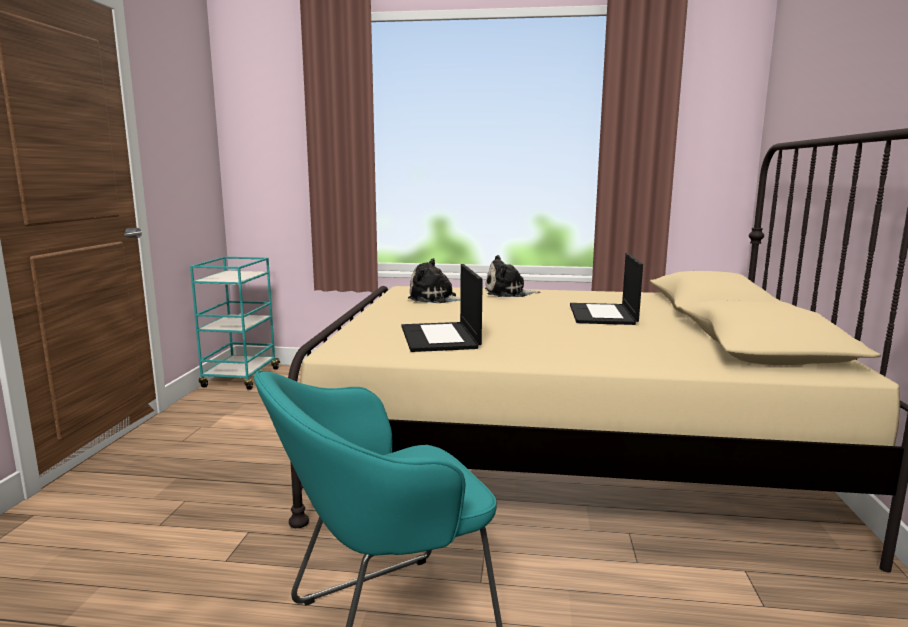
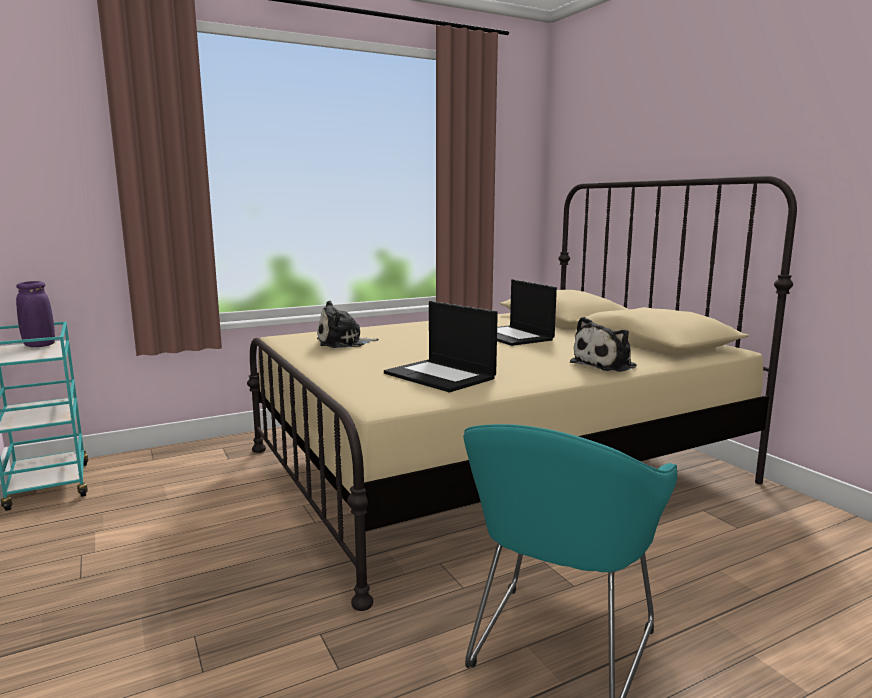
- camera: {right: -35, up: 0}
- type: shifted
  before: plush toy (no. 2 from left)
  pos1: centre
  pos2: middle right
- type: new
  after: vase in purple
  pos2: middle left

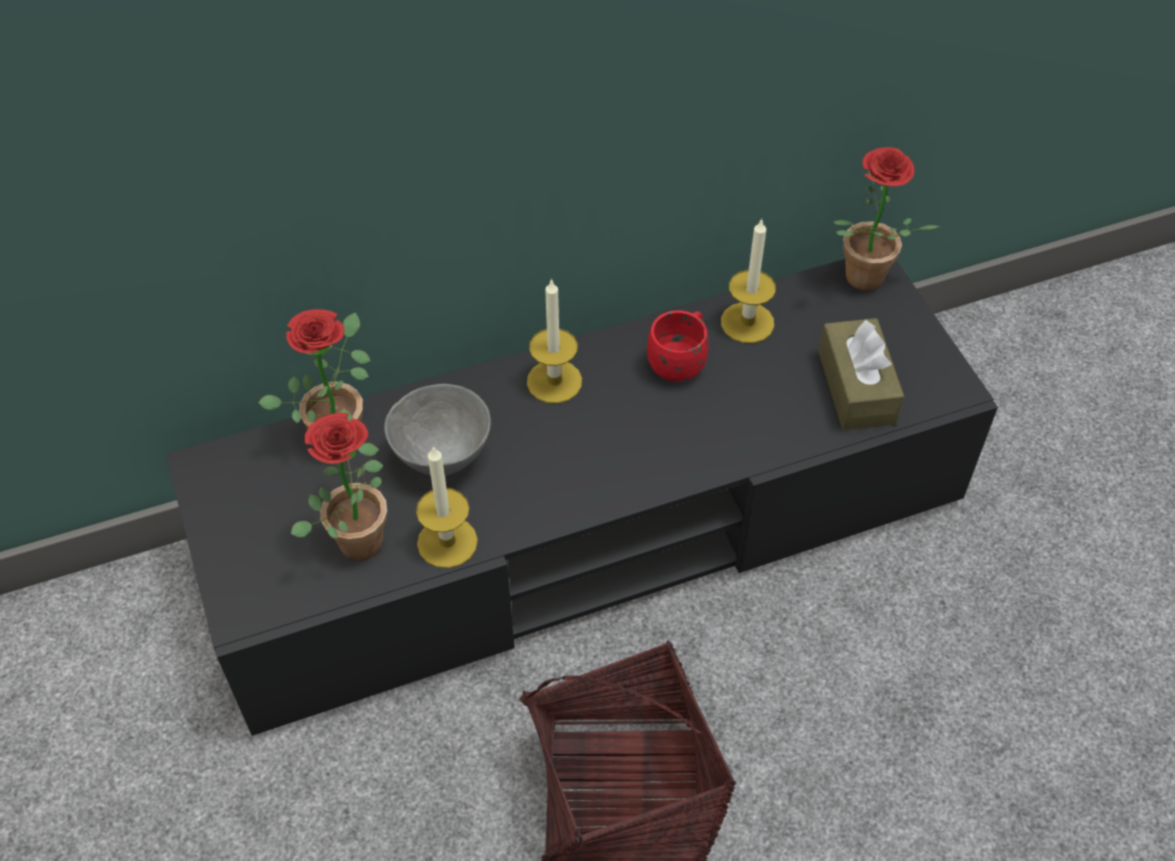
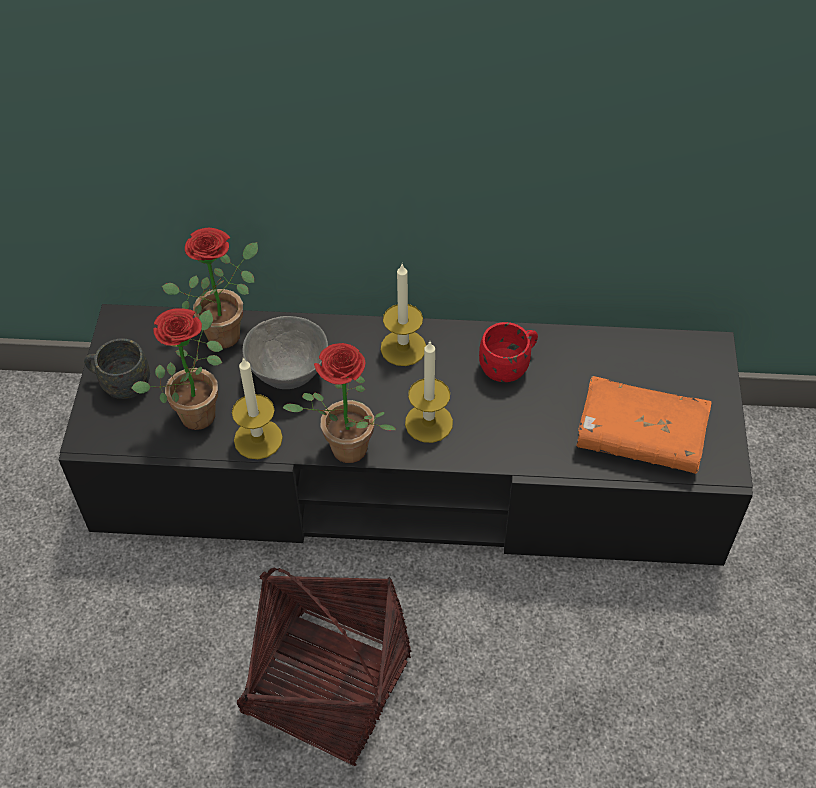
- camera: {right: 25, up: 0}
- type: shifted
  before: candle (no. 3 from left)
  pos1: top centre
  pos2: centre
- type: swapped
  before: tissue box in brown
  after: book in orange
  pos1: middle right
  pos2: middle right
- type: shifted
  before: potted plant (no. 3 from left)
  pos1: top right
  pos2: centre
- type: new
  after: mug in grey
  pos2: middle left

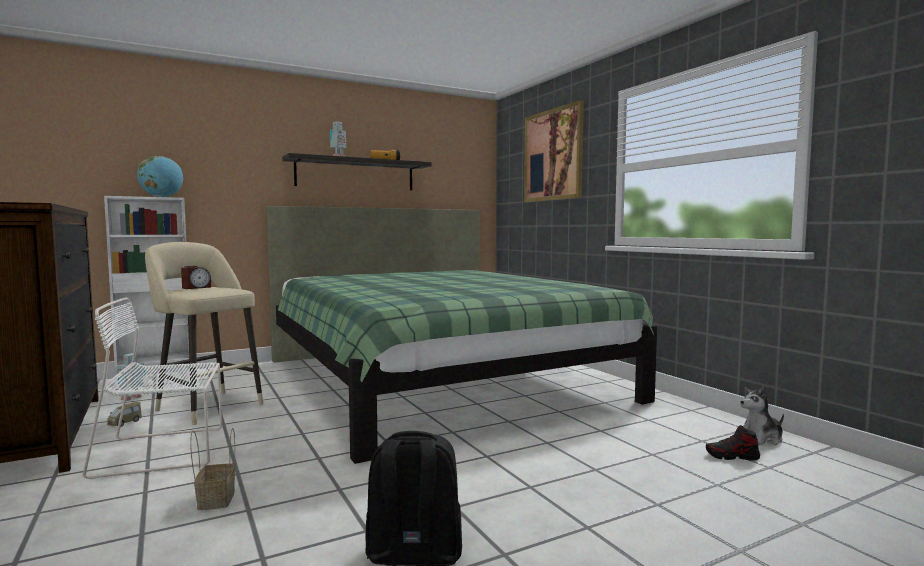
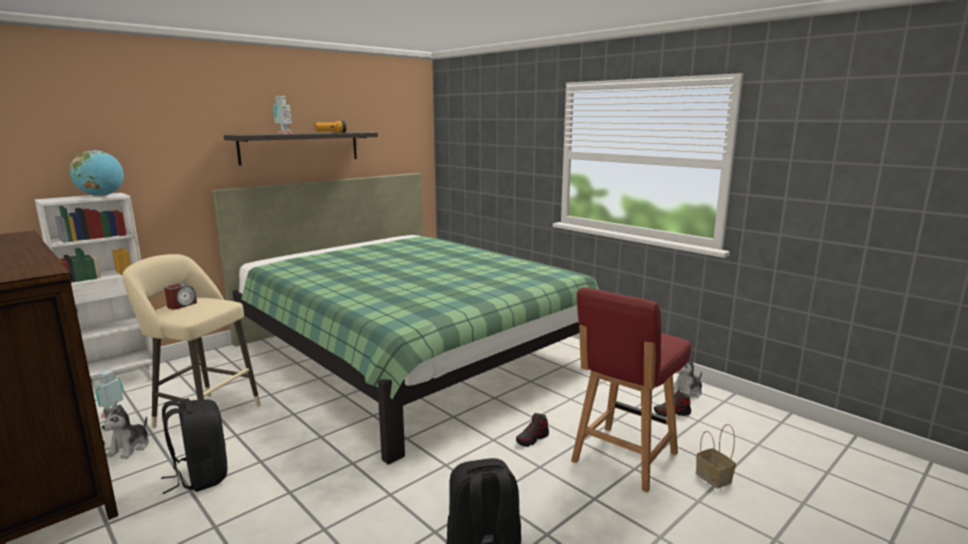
- camera: {right: -15, up: 10}
- type: swapped
  before: chair in white
  after: backpack in black (no. 1 from left)
  pos1: bottom left
  pos2: bottom left
- type: swapped
  before: toy car
  after: plush toy (no. 1 from left)
  pos1: bottom left
  pos2: bottom left
- type: shifted
  before: basket
  pos1: bottom left
  pos2: bottom right
- type: gone
  before: picture
  pos1: top centre
- type: new
  after: shoe (no. 1 from left)
  pos2: bottom centre
- type: new
  after: chair in red
  pos2: bottom centre

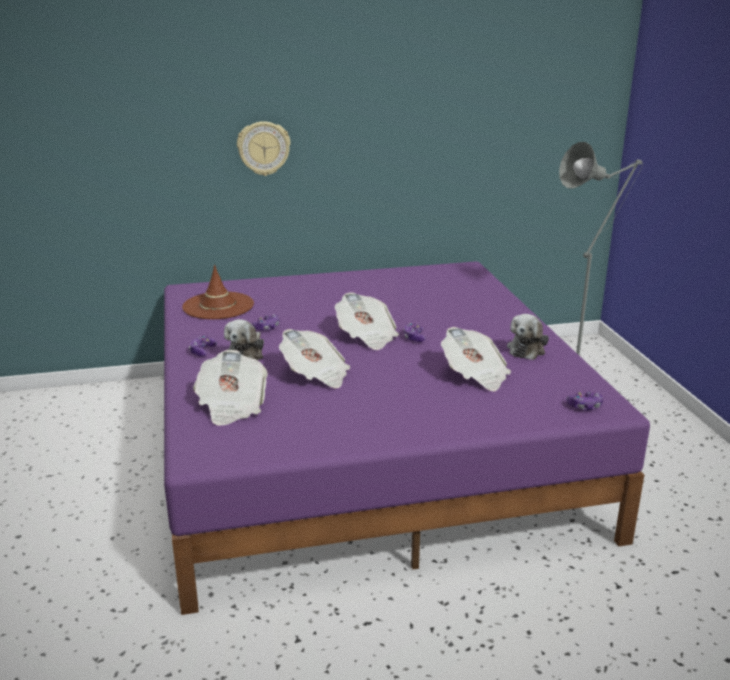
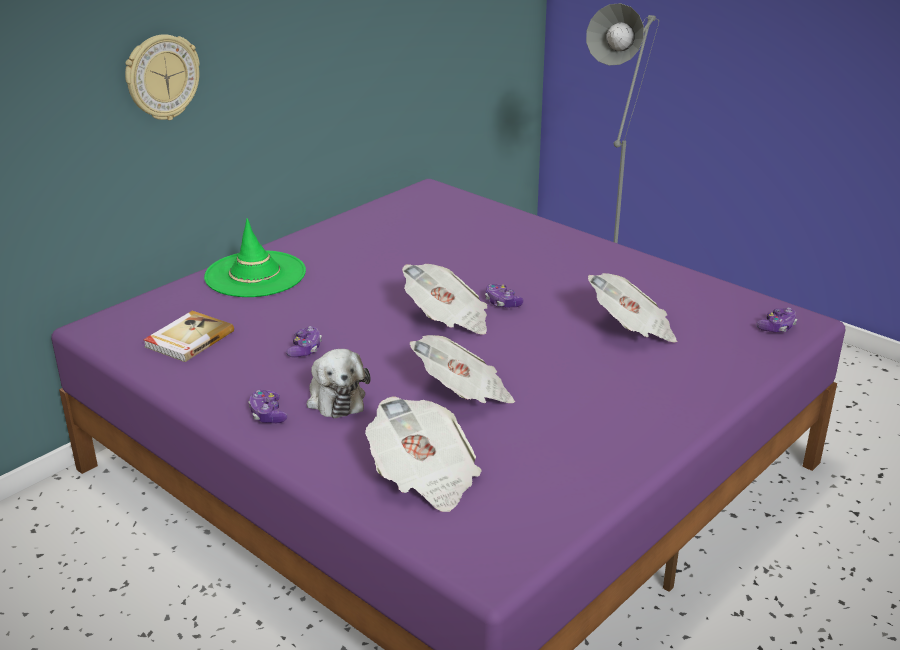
- camera: {right: -35, up: 5}
- type: swapped
  before: hat in brown
  after: book
  pos1: middle left
  pos2: middle left
- type: gone
  before: plush toy (no. 2 from left)
  pos1: middle right
- type: new
  after: hat in green
  pos2: middle left

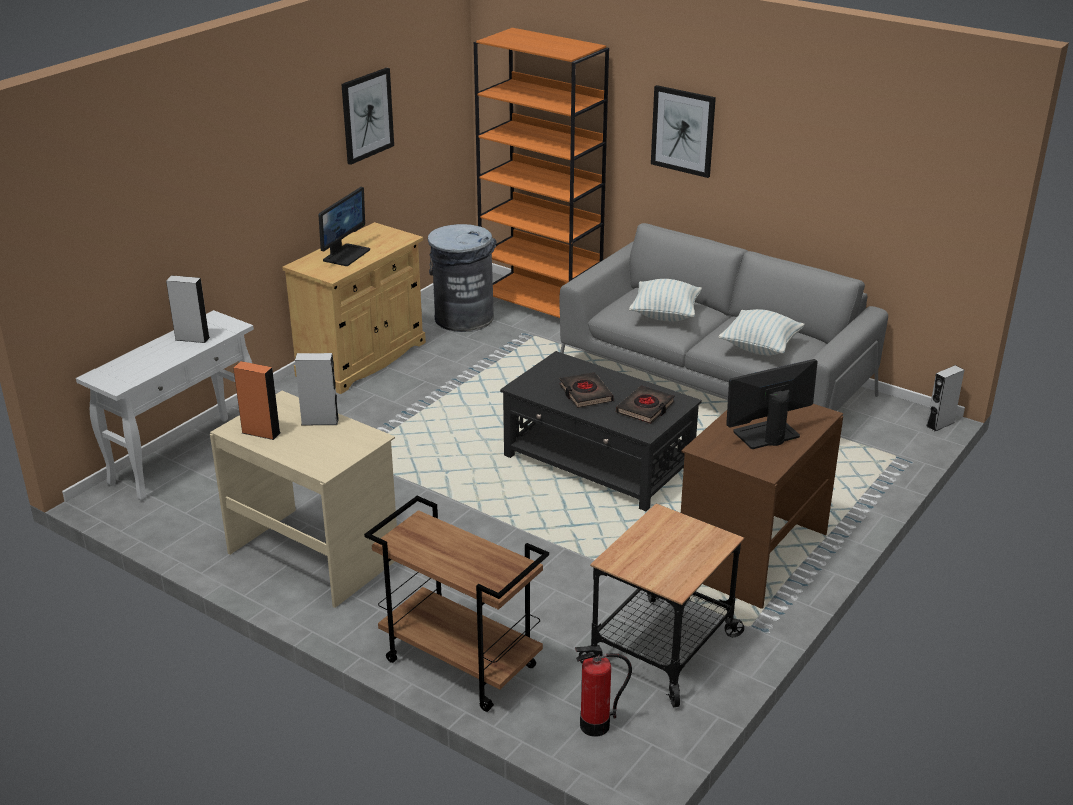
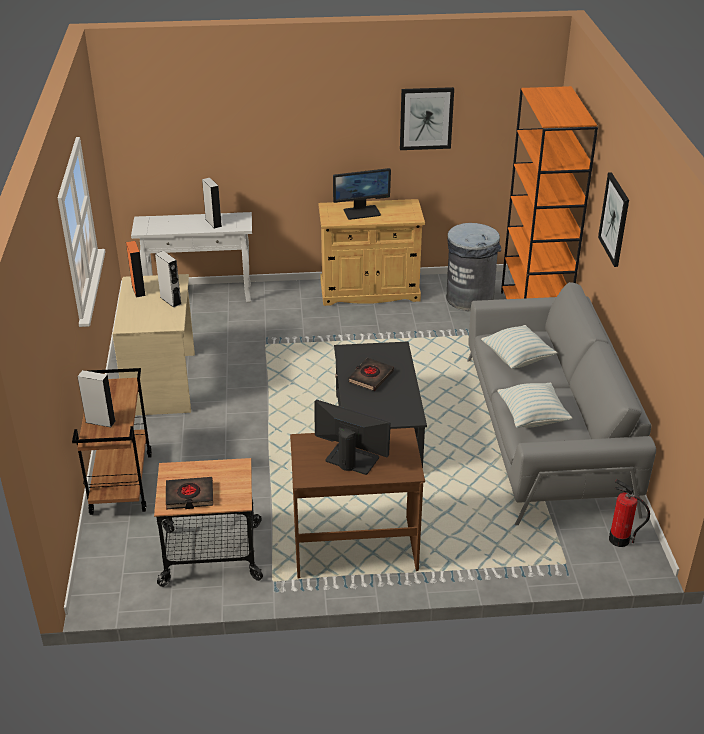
- camera: {right: 50, up: 5}
- type: shifted
  before: fire extinguisher
  pos1: bottom centre
  pos2: bottom right
- type: shifted
  before: book in black (no. 2 from left in the first image)
  after: book in black (no. 1 from left)
  pos1: centre
  pos2: bottom left
- type: shifted
  before: speaker in grey (no. 3 from left in the first image)
  after: speaker in grey (no. 1 from left)
  pos1: middle right
  pos2: middle left

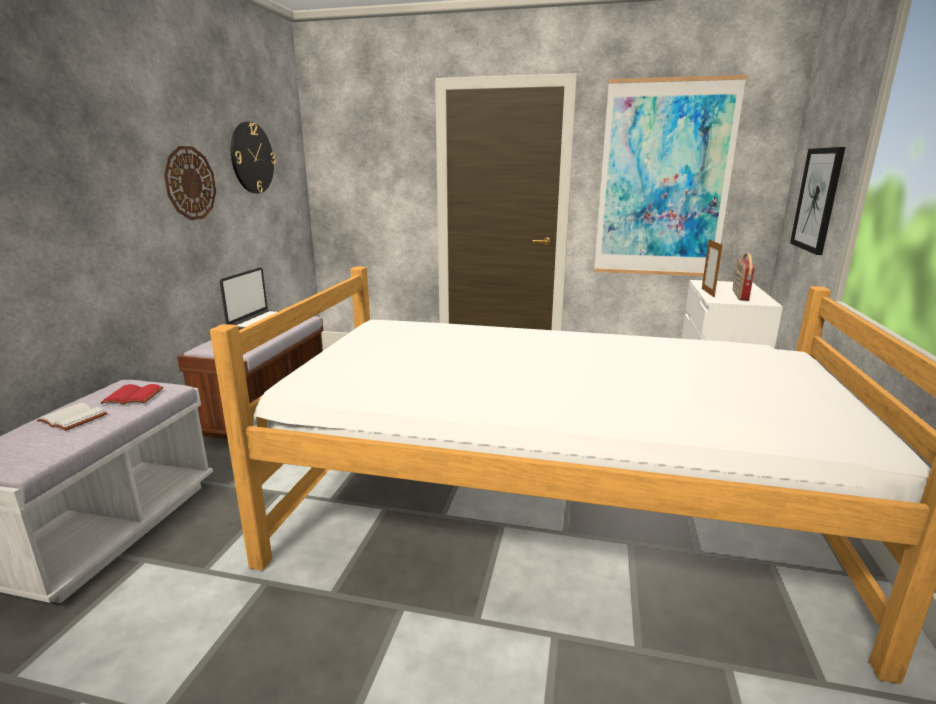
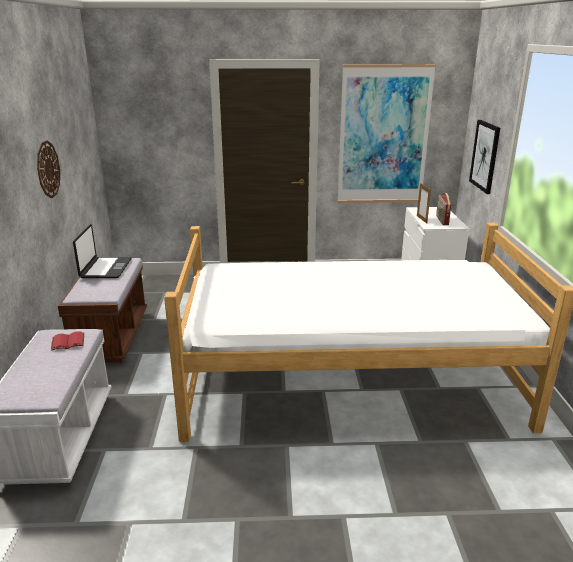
- camera: {right: -15, up: 5}
- type: gone
  before: book in white
  pos1: middle left
- type: gone
  before: wall clock (no. 2 from left)
  pos1: top left

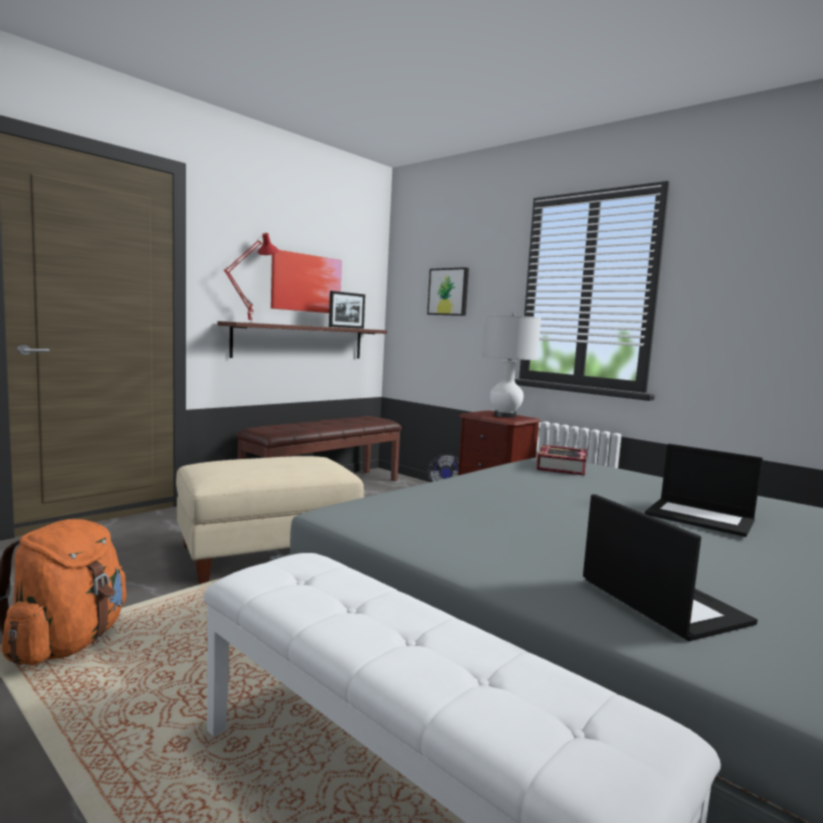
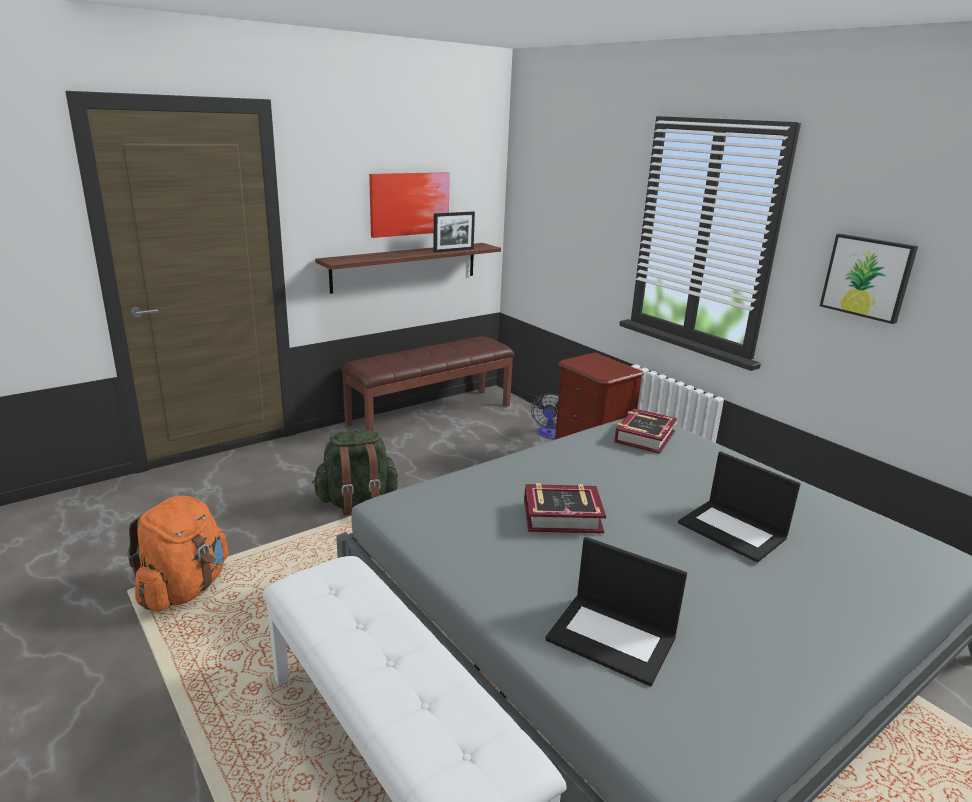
- camera: {right: 10, up: 15}
- type: swapped
  before: ottoman in beige
  after: backpack in green
  pos1: middle left
  pos2: centre
- type: gone
  before: table lamp in red
  pos1: middle left
- type: shifted
  before: picture (no. 2 from left)
  pos1: centre
  pos2: middle right
- type: gone
  before: table lamp in white
  pos1: centre
- type: rotated
  before: laptop (no. 1 from left)
  pos1: bottom right
  pos2: bottom centre
  turn: 135
- type: new
  after: book (no. 1 from left)
  pos2: centre

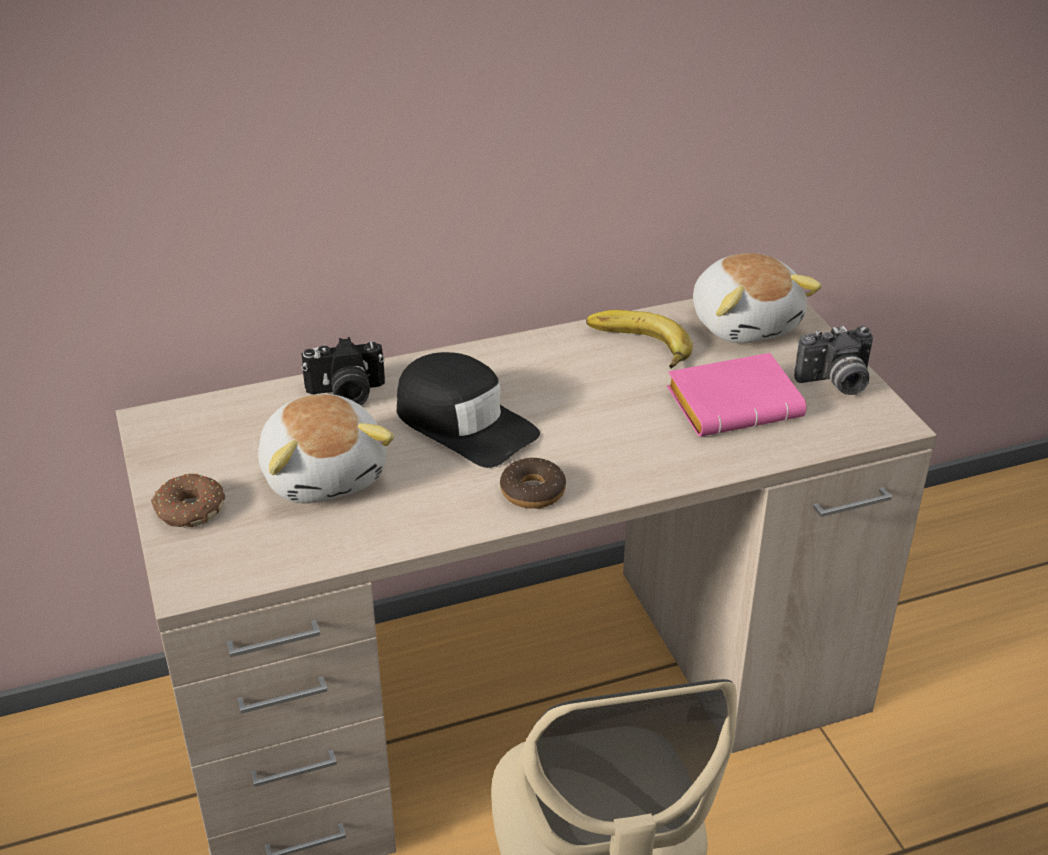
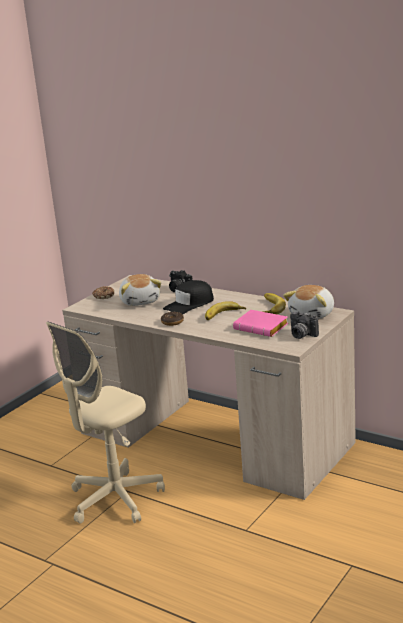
- camera: {right: 55, up: -15}
- type: rotated
  before: plush toy (no. 1 from left)
  pos1: middle left
  pos2: centre
  turn: -45
- type: rotated
  before: cap in black
  pos1: centre
  pos2: centre
  turn: 45
- type: new
  after: banana (no. 1 from left)
  pos2: centre

